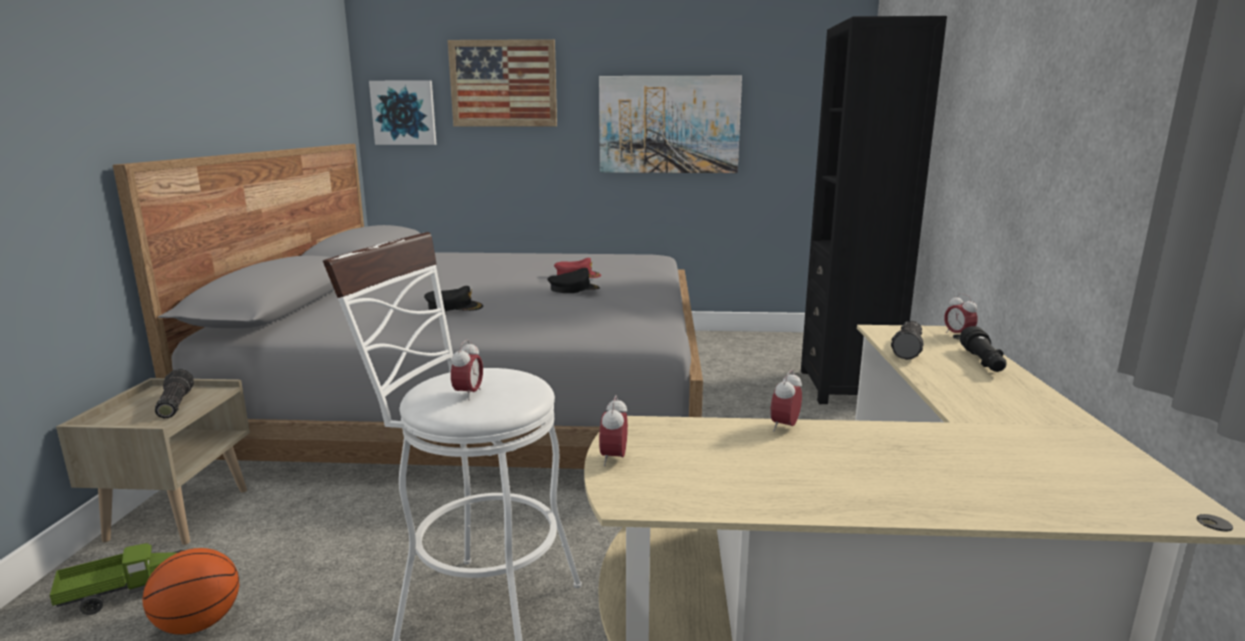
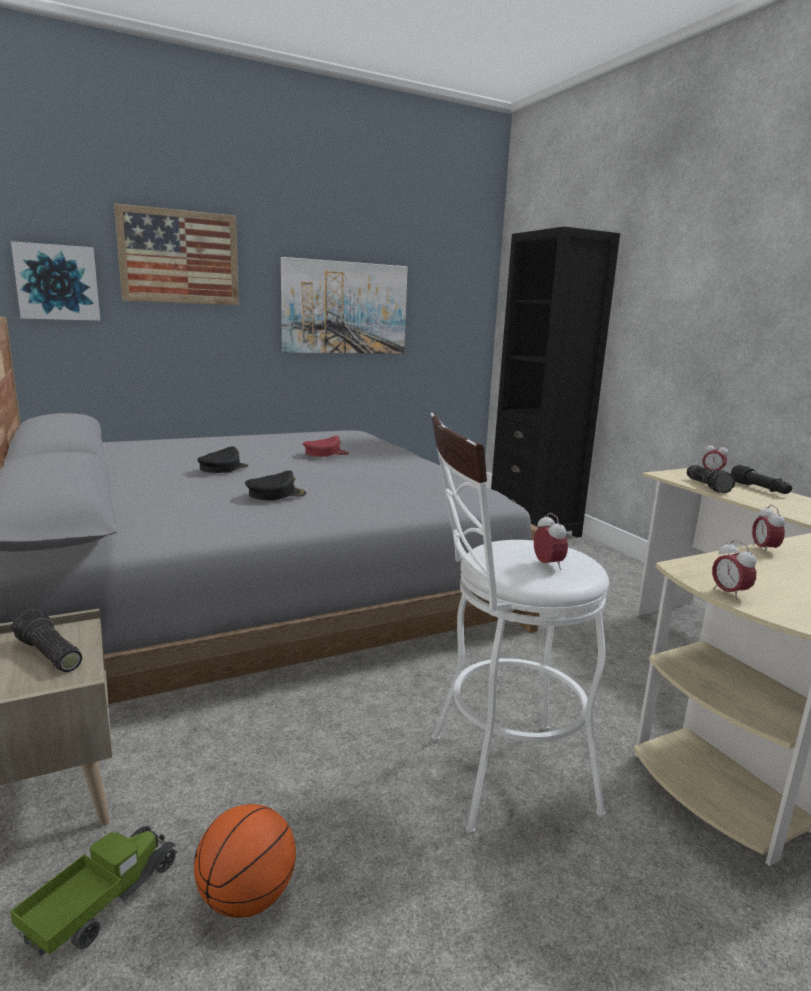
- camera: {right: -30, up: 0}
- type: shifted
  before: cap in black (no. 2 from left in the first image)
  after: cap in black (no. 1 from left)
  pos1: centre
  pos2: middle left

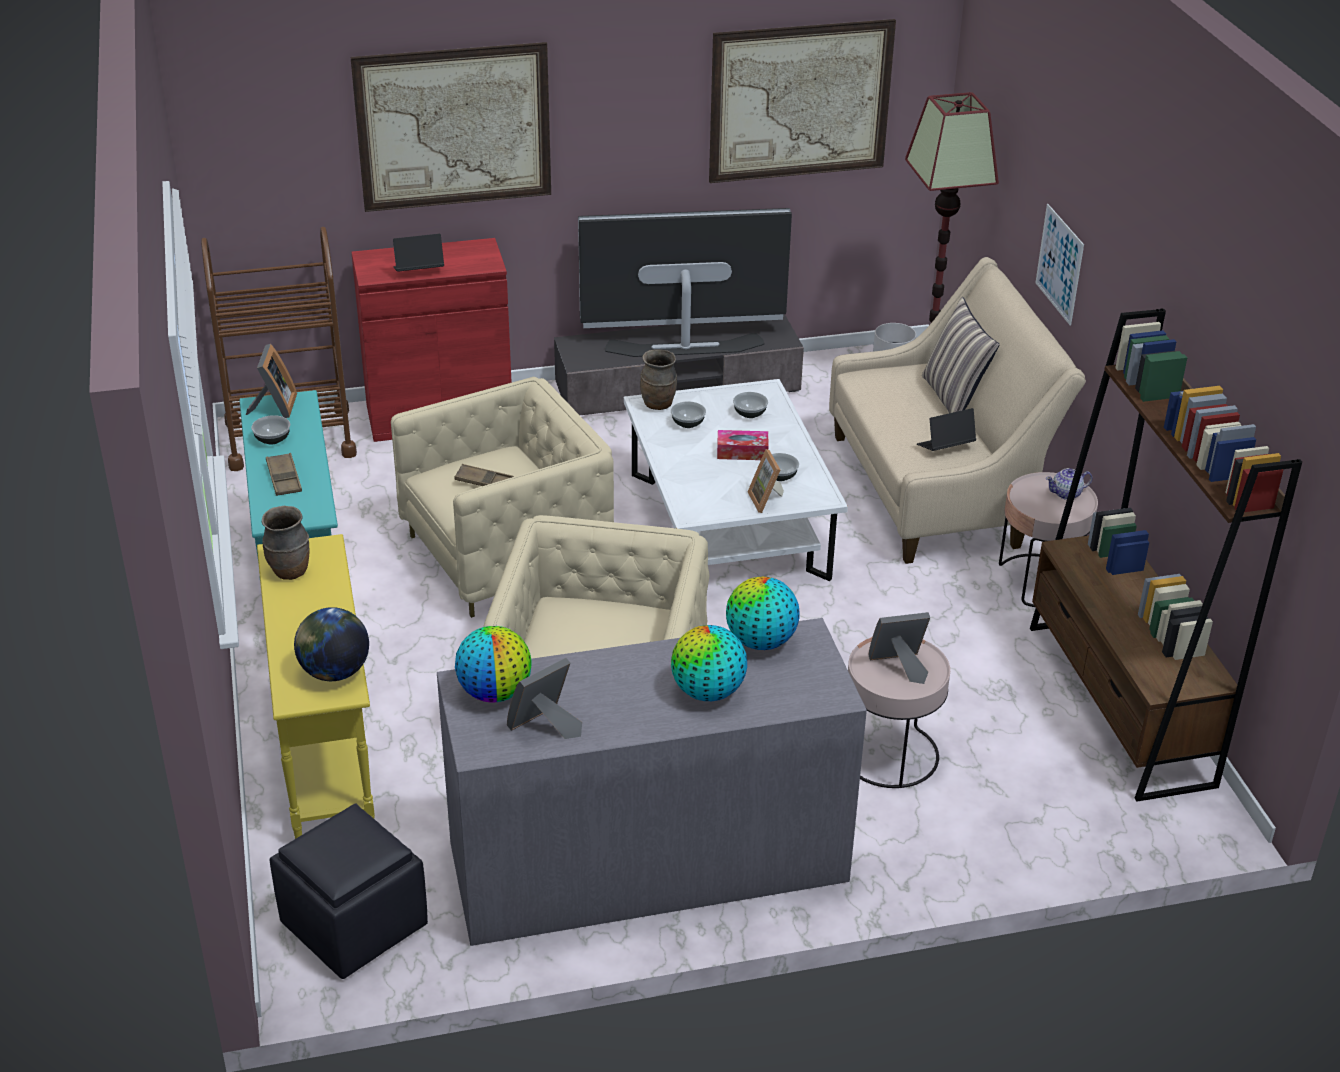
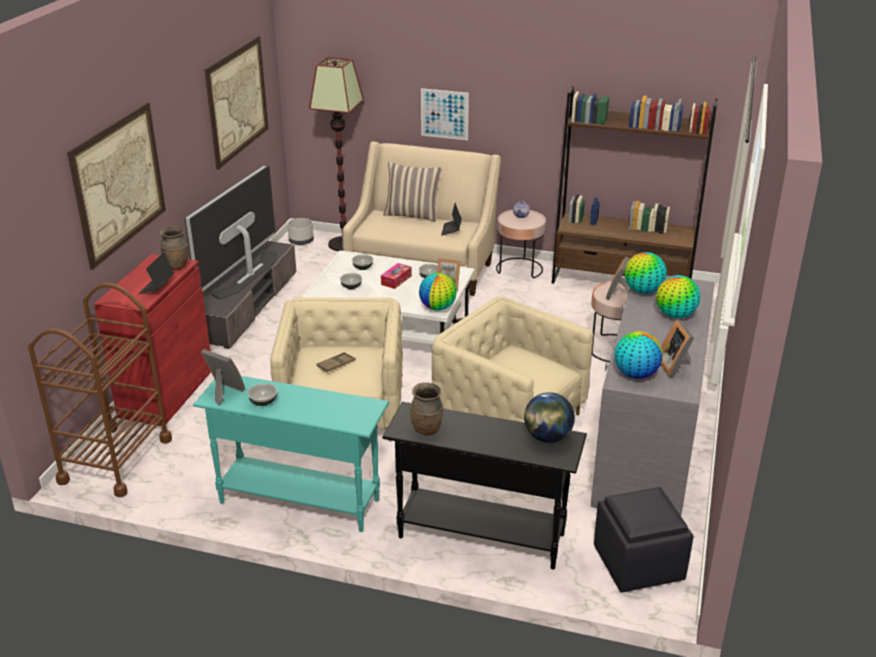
- camera: {right: -60, up: -5}
- type: repainted
  before: console table in yellow
  after: console table in black
  pos1: middle left
  pos2: bottom centre
- type: gone
  before: tray in brown (no. 1 from left)
  pos1: middle left
- type: shifted
  before: vase in brown (no. 2 from left in the first image)
  after: vase in brown (no. 1 from left)
  pos1: centre
  pos2: middle left
- type: new
  after: globe (no. 1 from left)
  pos2: centre

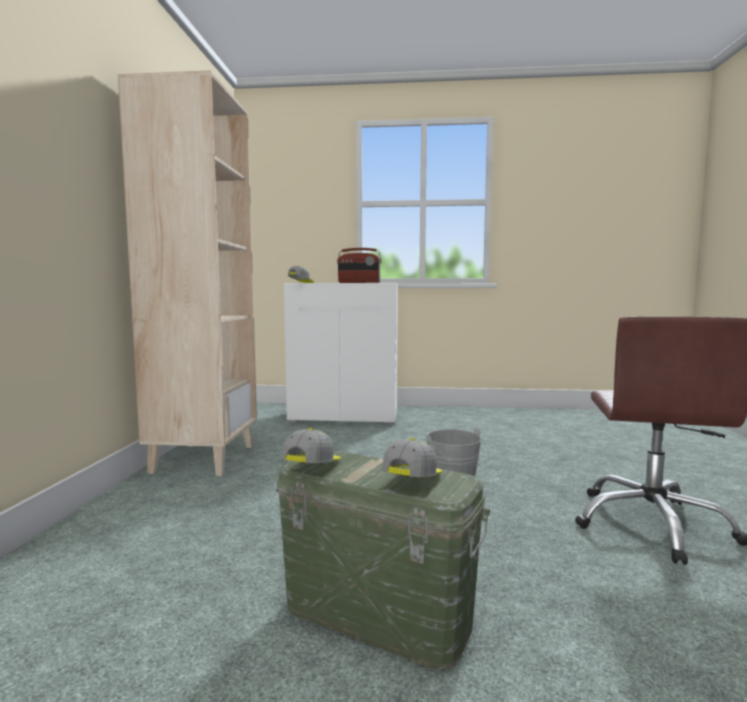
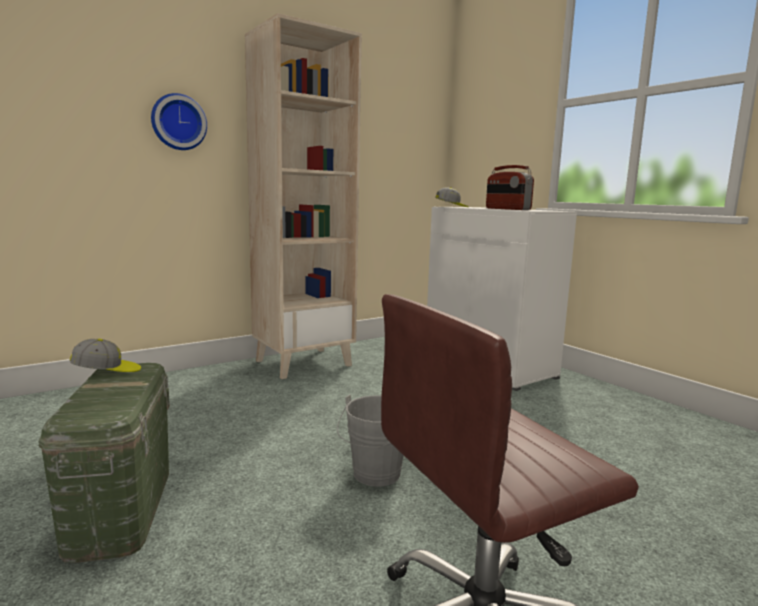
- camera: {right: 50, up: 5}
- type: gone
  before: cap (no. 3 from left)
  pos1: centre
- type: new
  after: wall clock
  pos2: top left

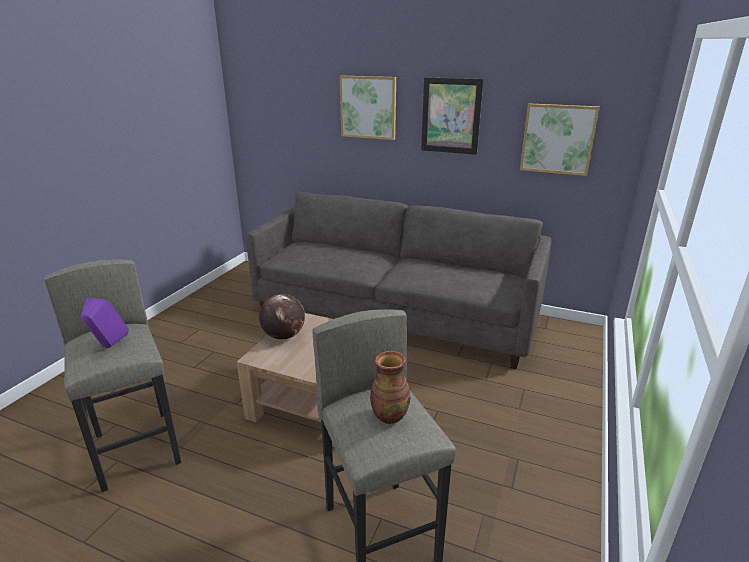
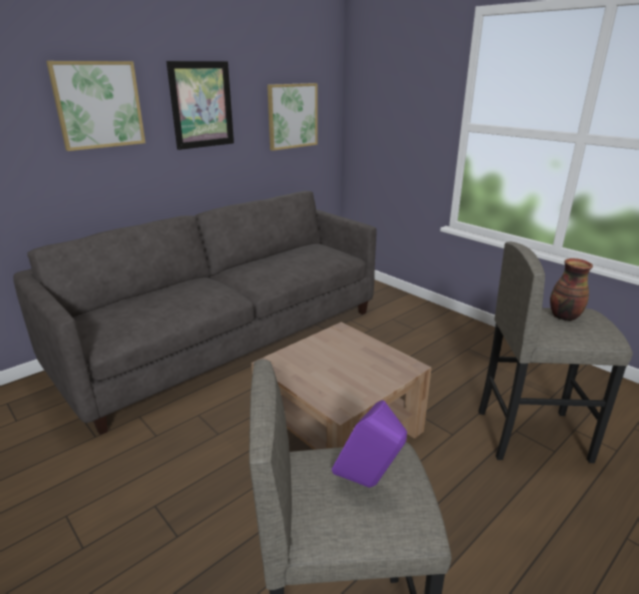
- camera: {right: -65, up: 0}
- type: gone
  before: globe
  pos1: centre

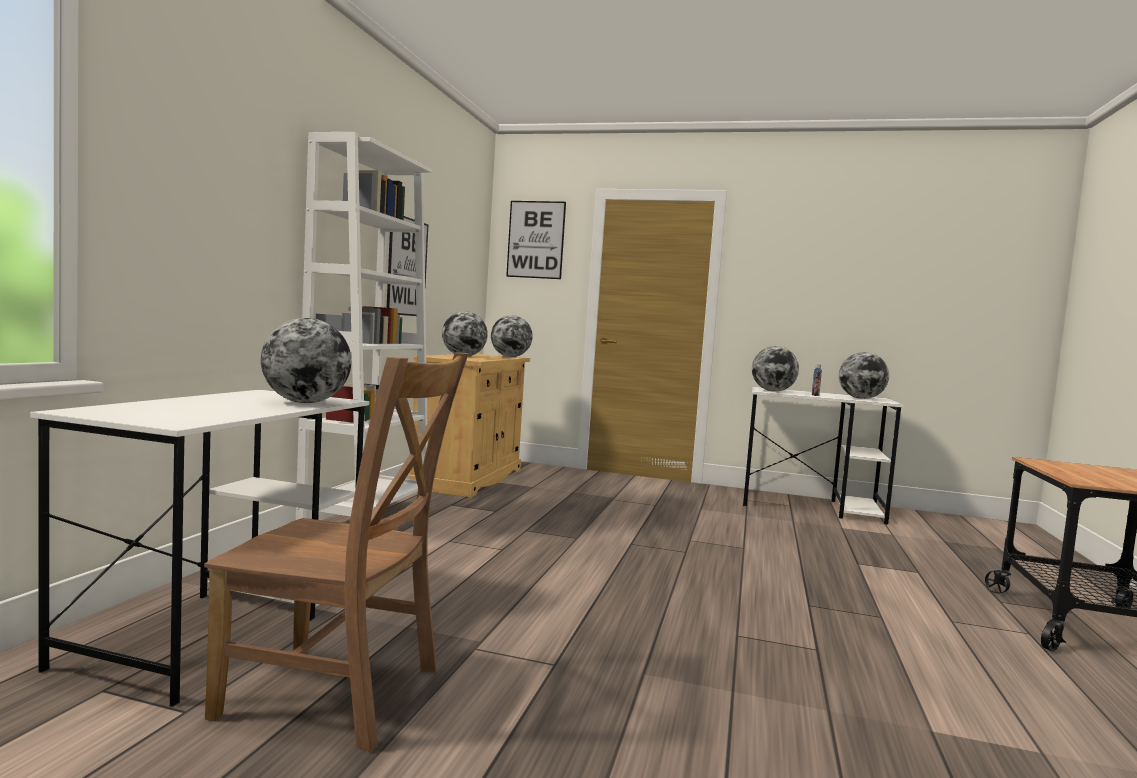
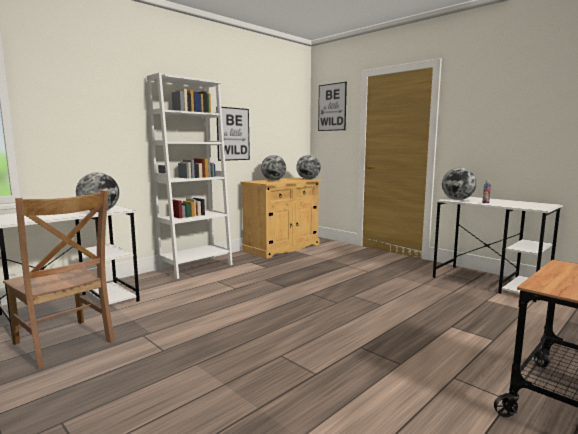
- camera: {right: 30, up: 5}
- type: gone
  before: globe (no. 5 from left)
  pos1: middle right

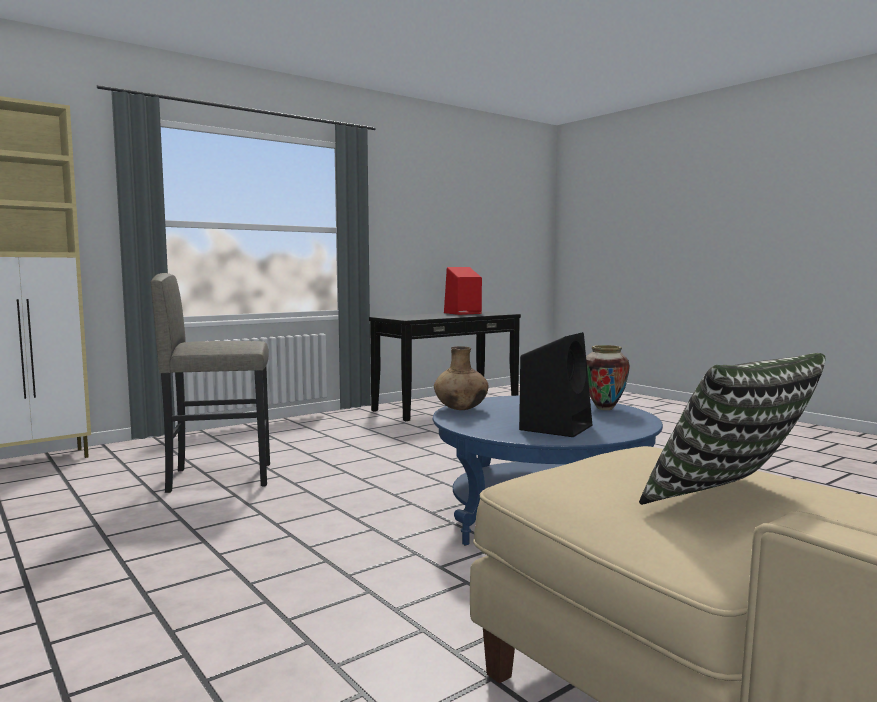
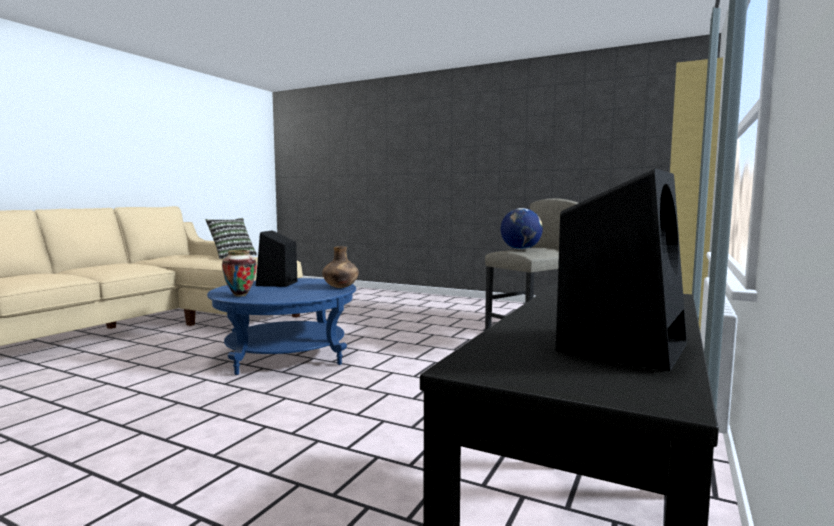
- camera: {right: 155, up: 0}
- type: repainted
  before: speaker in red
  after: speaker in black (no. 2 from left)
  pos1: centre
  pos2: middle right
- type: new
  after: globe
  pos2: centre

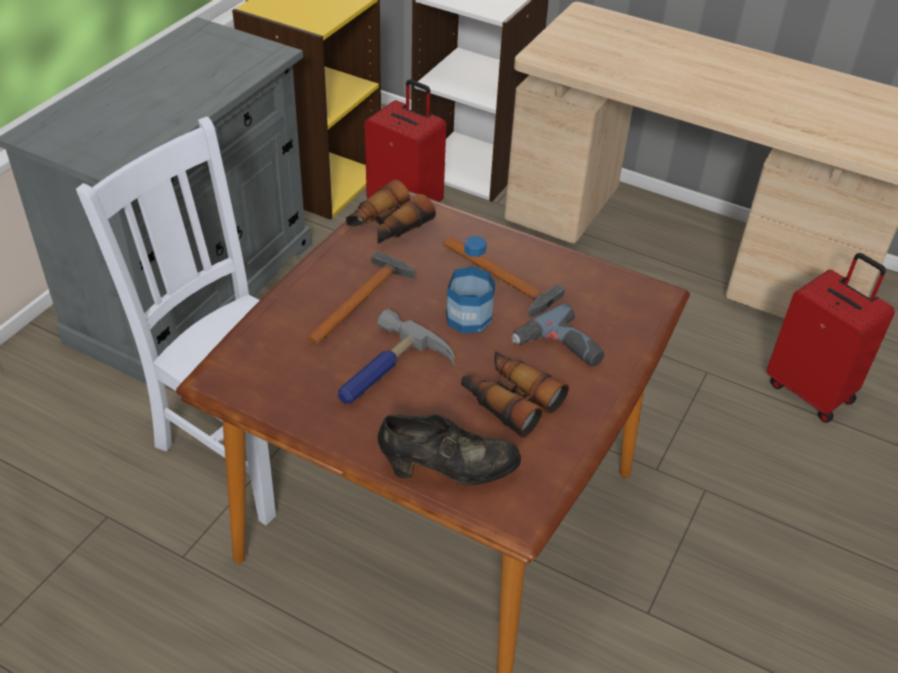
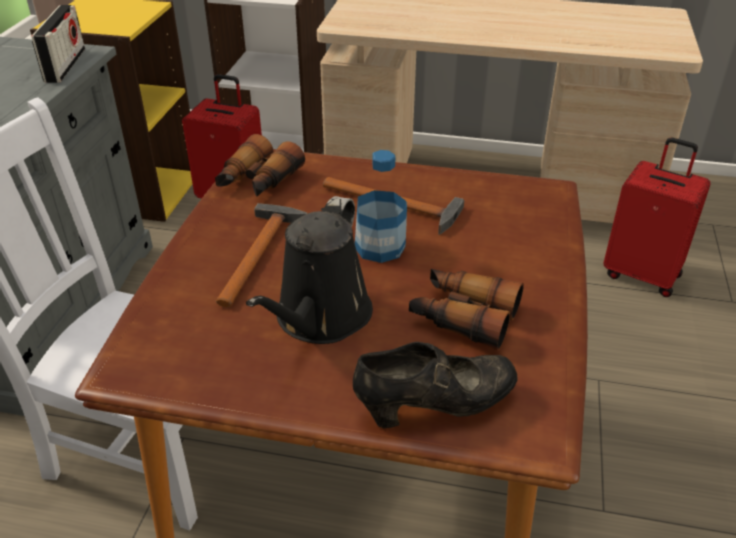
- camera: {right: -15, up: -5}
- type: swapped
  before: hammer (no. 2 from left)
  after: watering can in black
  pos1: centre
  pos2: centre
- type: gone
  before: power drill
  pos1: centre
- type: new
  after: radio
  pos2: top left

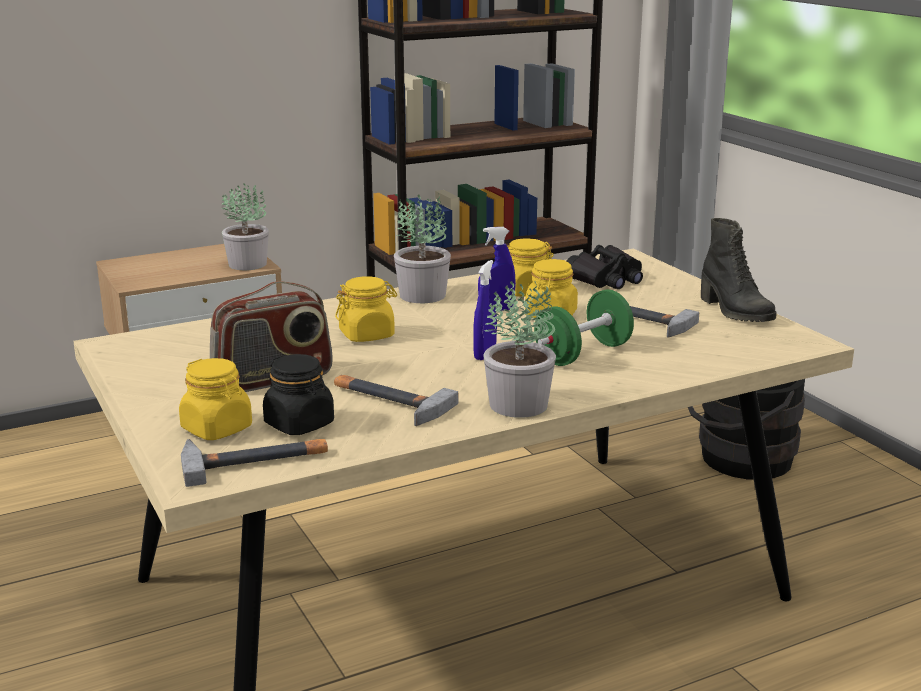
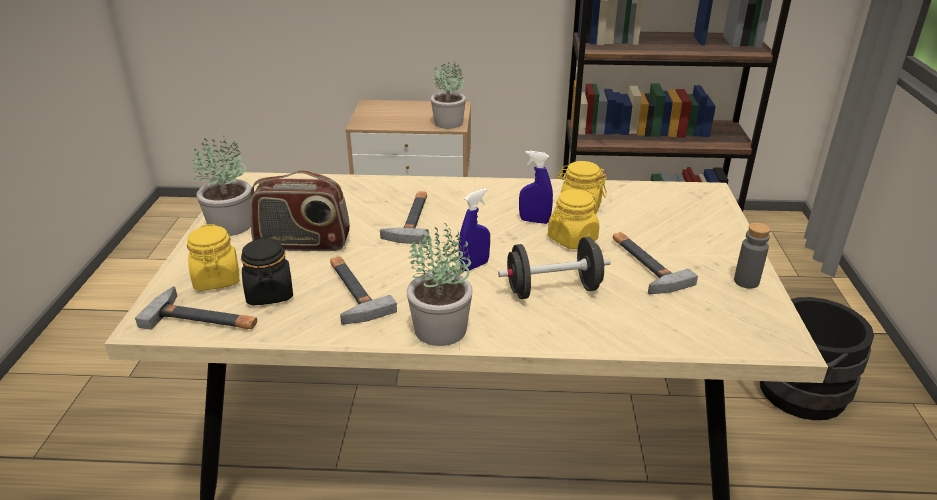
- camera: {right: 30, up: 10}
- type: swapped
  before: jar in yellow (no. 2 from left)
  after: hammer (no. 3 from left)
  pos1: centre
  pos2: centre
- type: shifted
  before: potted plant (no. 2 from left in the first image)
  after: potted plant (no. 1 from left)
  pos1: centre
  pos2: middle left
- type: repainted
  before: dumbbell in green
  after: dumbbell in black
  pos1: centre
  pos2: centre
- type: gone
  before: binoculars in black
  pos1: centre
- type: swapped
  before: boot in black
  after: bottle in grey
  pos1: middle right
  pos2: middle right

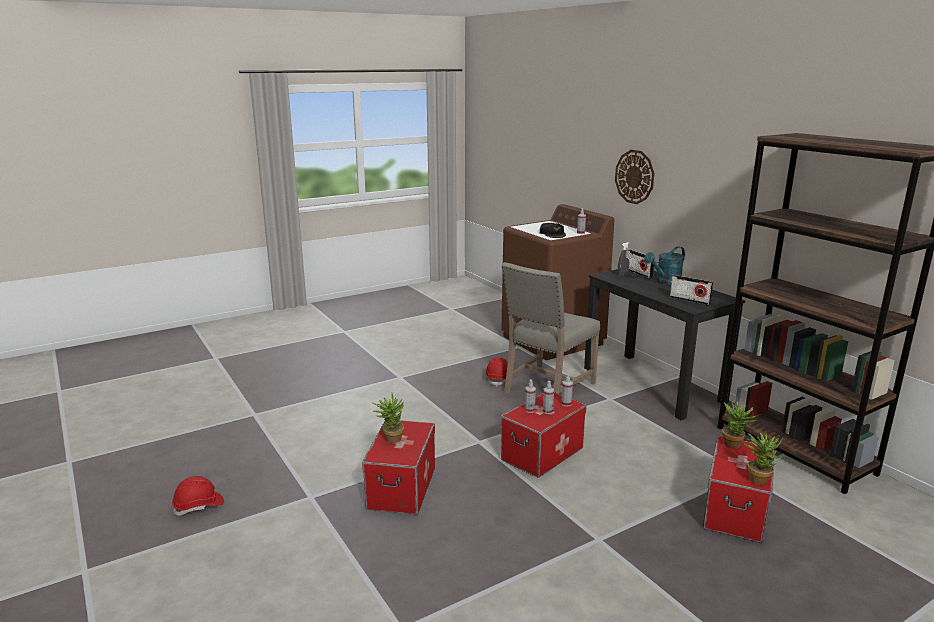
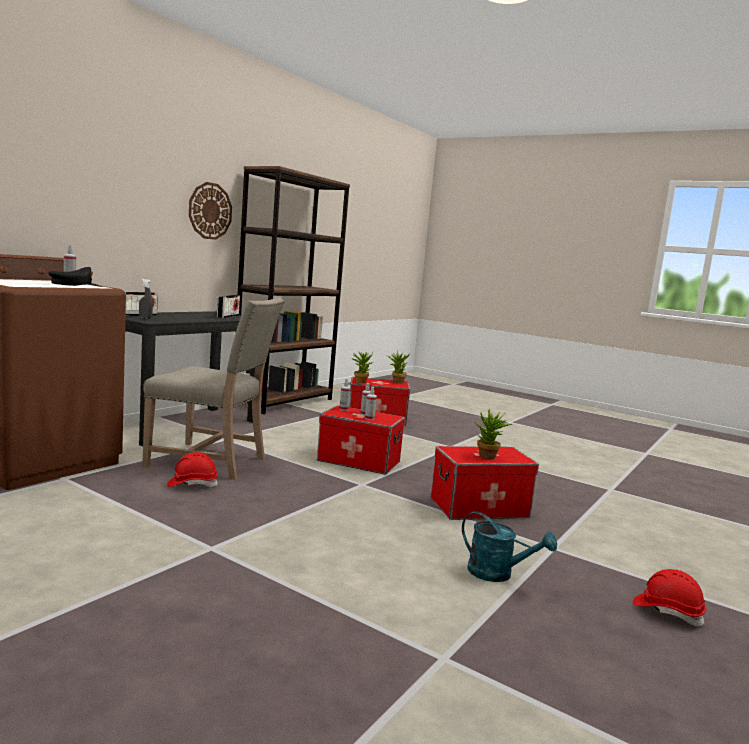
- camera: {right: -115, up: -10}
- type: shifted
  before: wall clock
  pos1: top right
  pos2: top left
- type: shifted
  before: watering can in turquoise
  pos1: middle right
  pos2: bottom right

